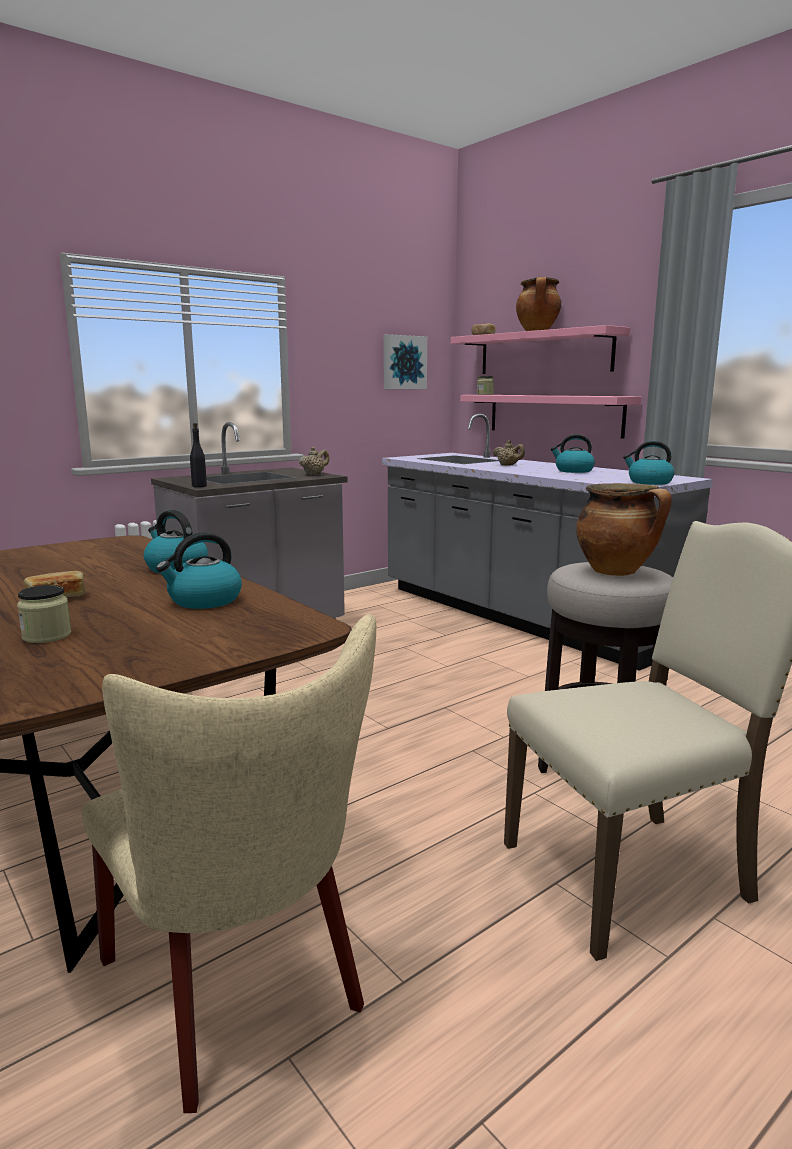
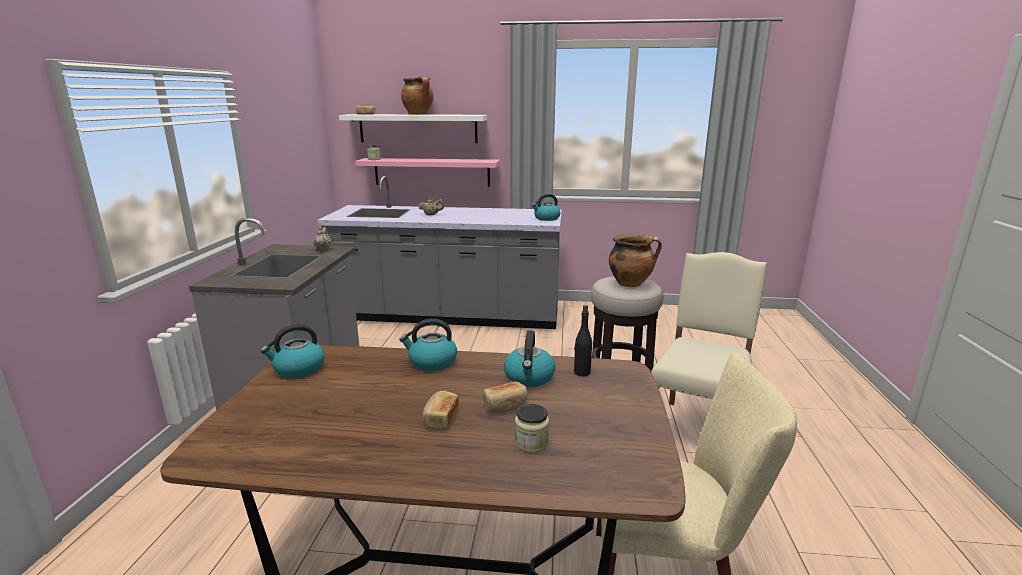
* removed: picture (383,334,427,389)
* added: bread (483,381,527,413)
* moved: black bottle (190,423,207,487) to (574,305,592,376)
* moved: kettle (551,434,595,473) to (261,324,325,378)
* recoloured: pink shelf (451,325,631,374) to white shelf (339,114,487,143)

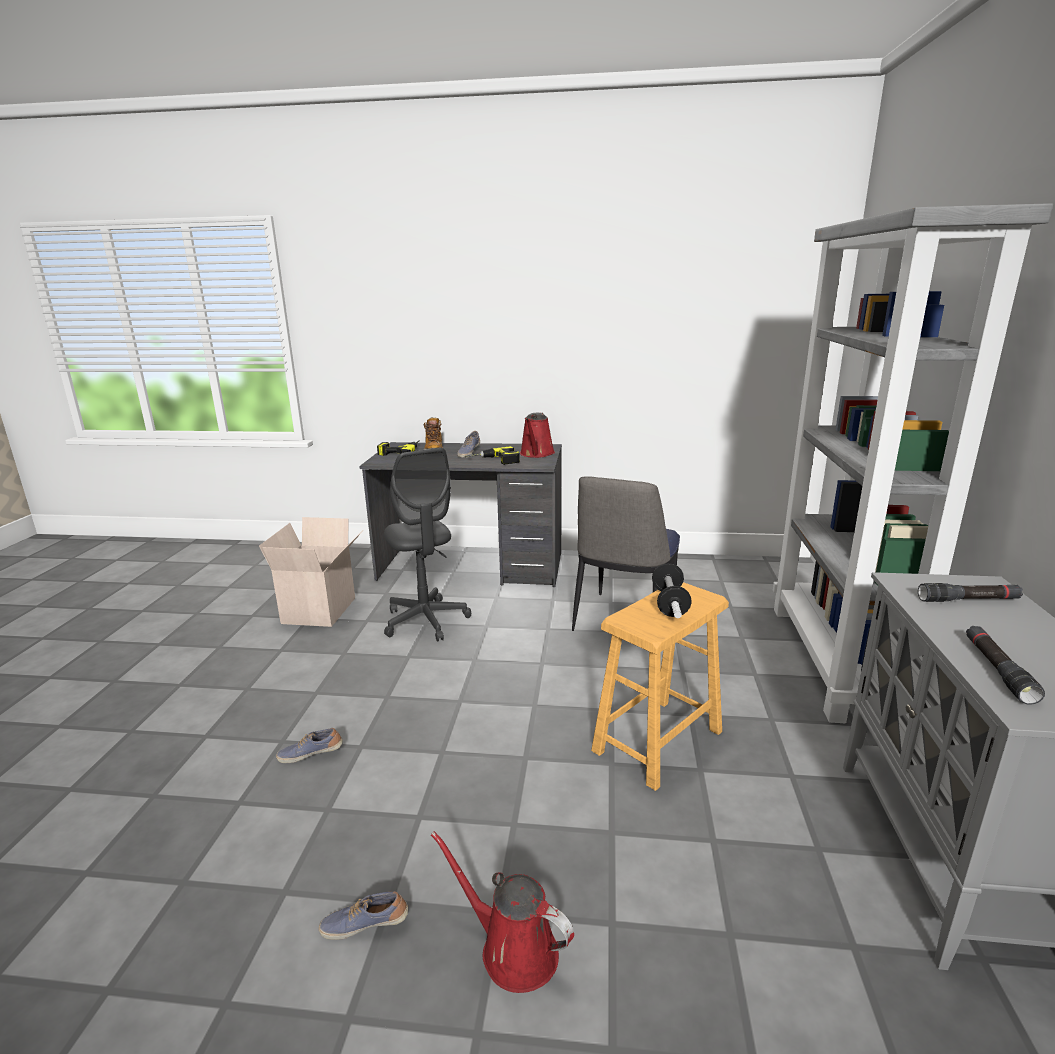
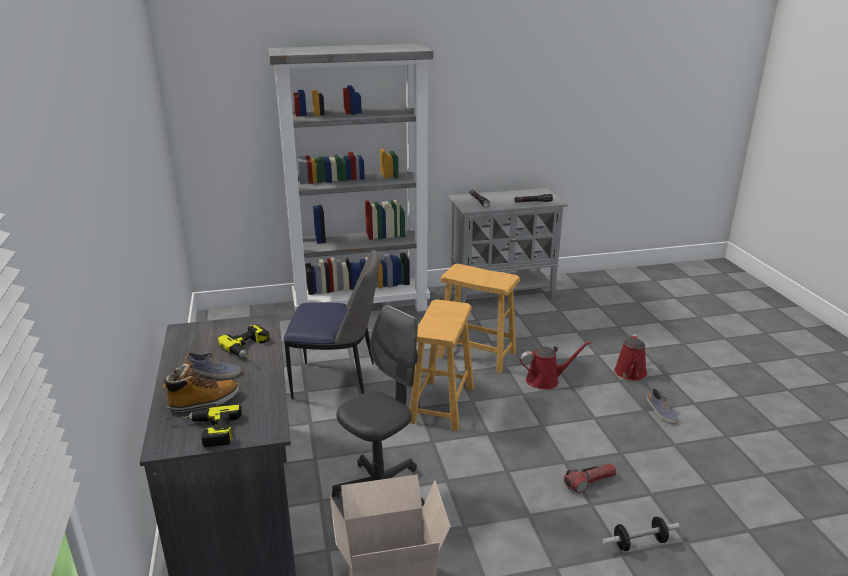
* added: brown stool (410,299,474,431)
* moved: red watering can (520,412,555,458) to (520,341,591,390)
* moved: dumbbell (652,563,692,618) to (602,517,679,551)
* replaced: shoe (276,728,343,763) to flashlight (564,463,616,493)

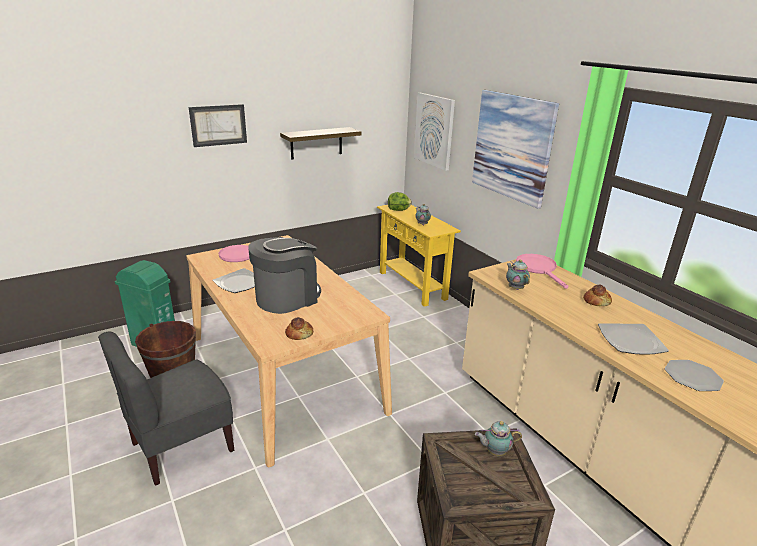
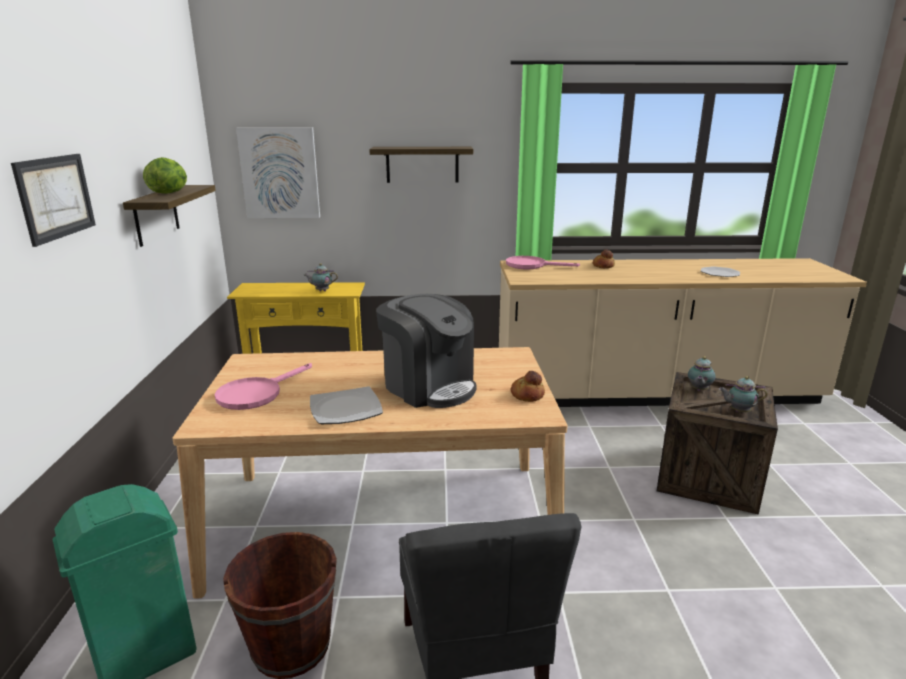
* removed: plate (598,324,669,355)
* moved: lettuce (388,192,412,211) to (143,157,187,194)
* moved: teapot (506,260,530,290) to (719,376,768,412)
* replaced: picture (472,90,559,209) to shelf (369,147,473,183)
* turned: coffee machine (248,237,321,314) = (376,294,477,408) 150 degrees clockwise

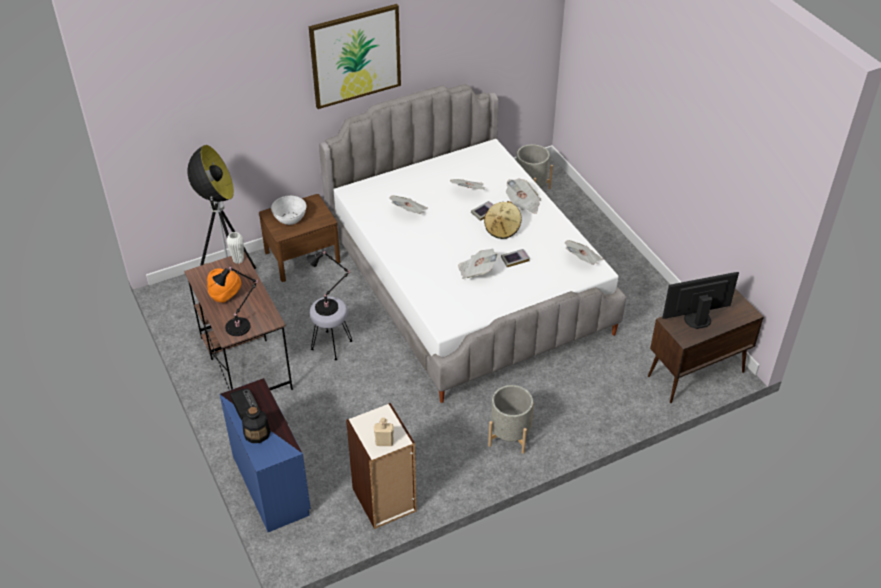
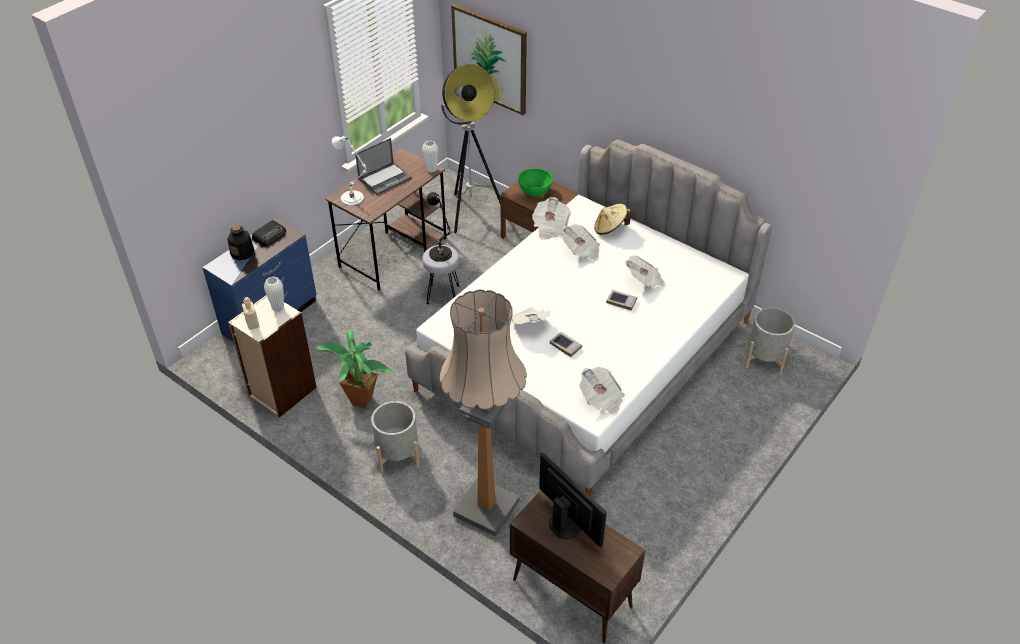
* added: white vase (264,277,284,312)
* added: potted plant (316,330,394,408)
* added: floor lamp (439,289,527,537)
* moved: picture (309,4,401,109) to (451,4,527,115)
* moved: beige hat (484,201,521,239) to (594,204,631,235)
* moved: newspaper (506,179,541,214) to (532,197,571,240)
* replaced: orange hat (207,268,241,303) to laptop (355,138,412,195)
* recoloured: black table lamp (212,266,258,336) to white table lamp (332,136,369,206)
* recoloured: white bowl (271,196,307,225) to green bowl (518,168,553,197)

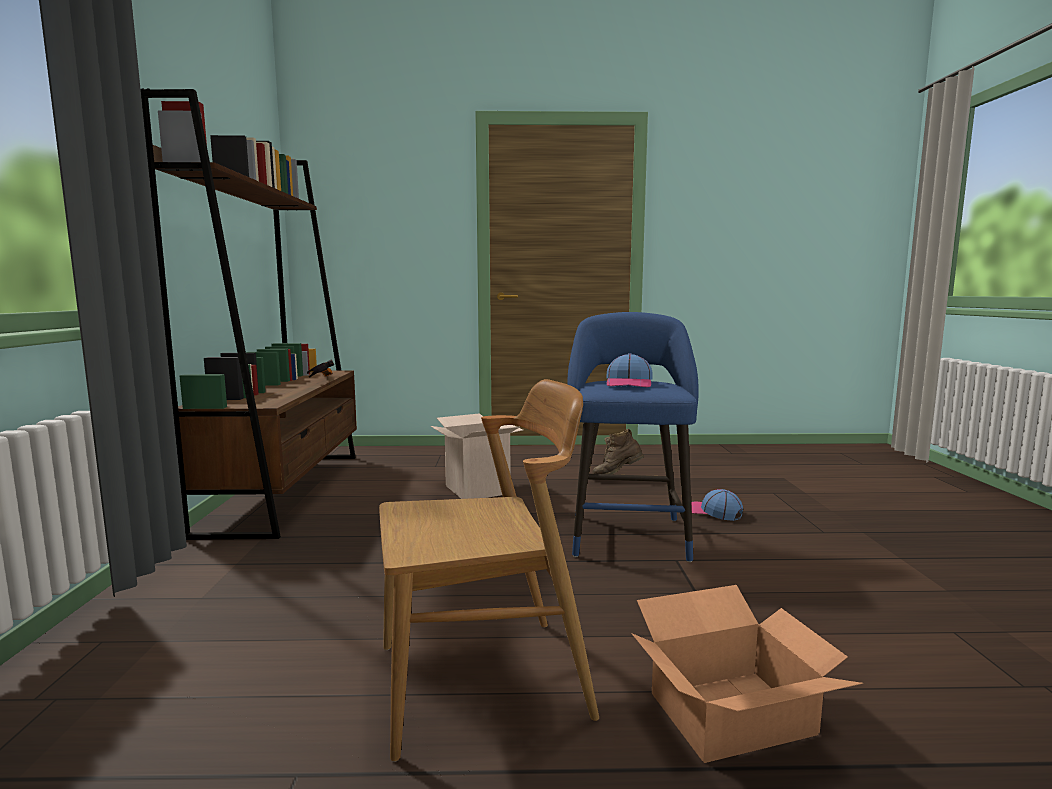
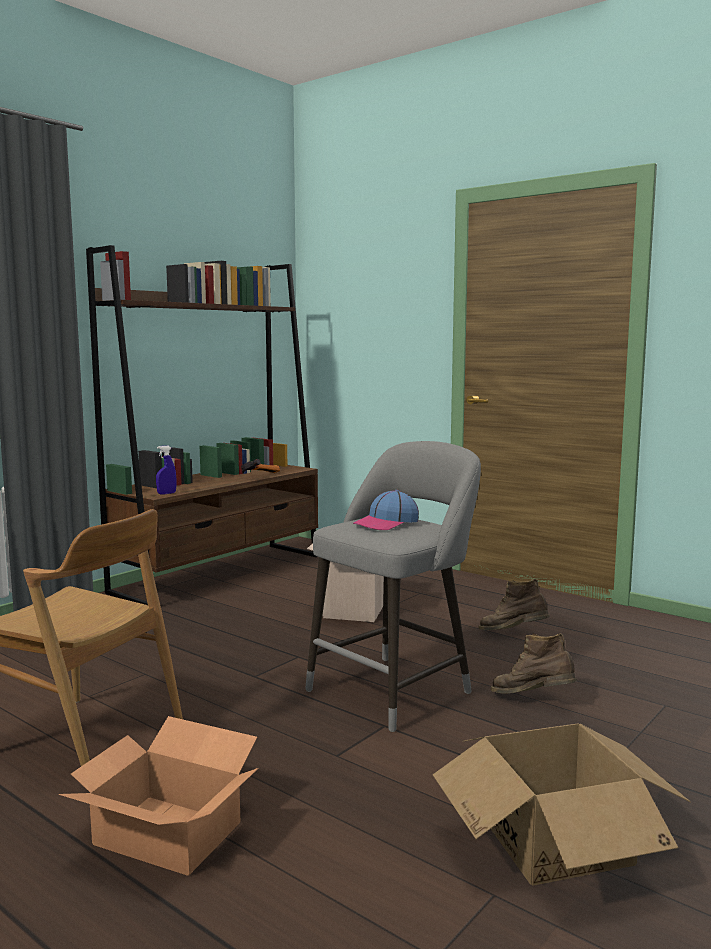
* added: blue spray bottle (156,446,176,495)
* added: cardboard box (433,723,691,886)
* replaced: cap (691,489,743,521) to brown boot (491,633,577,694)
* recoloured: blue stool (567,312,699,562) to grey stool (305,441,481,732)

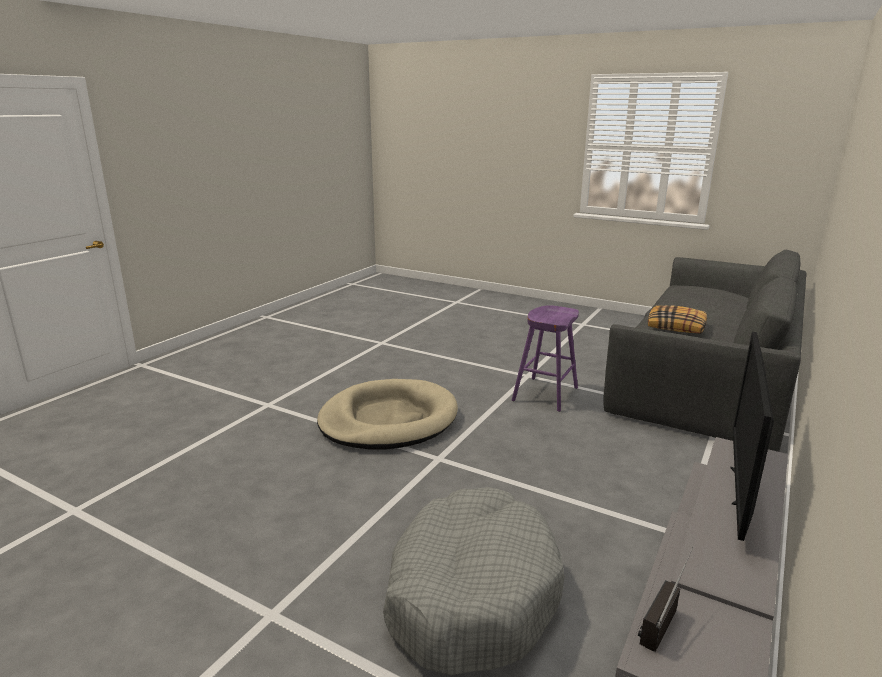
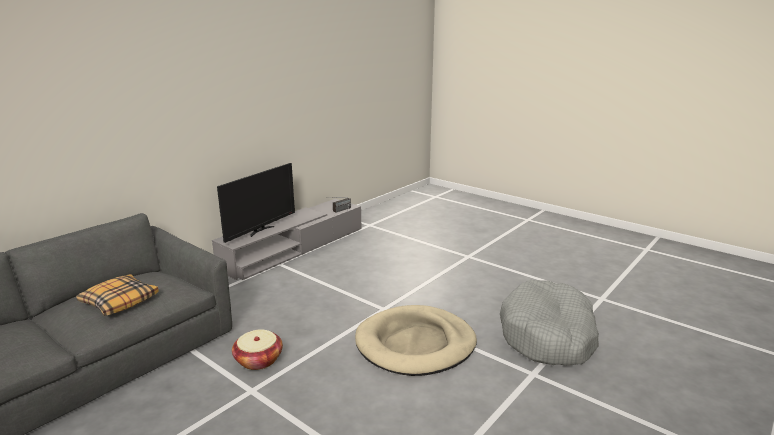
* moved: grey dog bed (383,487,565,675) to (500,280,599,366)
* replaced: purple stool (512,305,579,412) to basket (232,329,283,370)

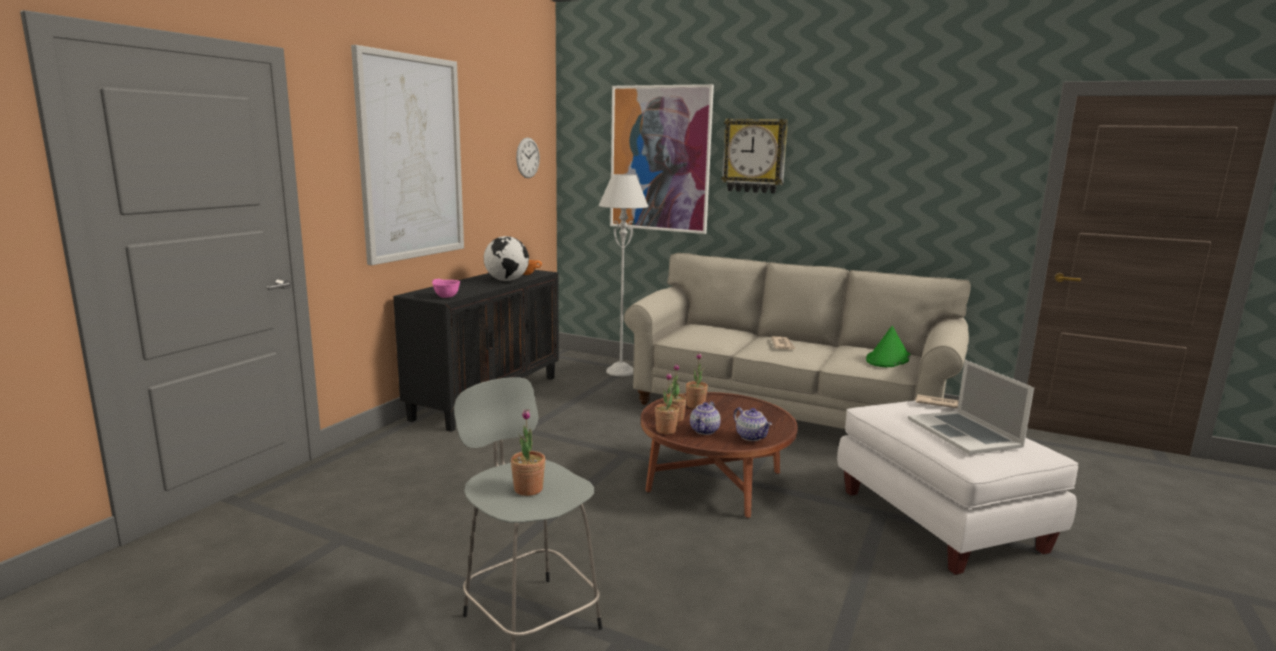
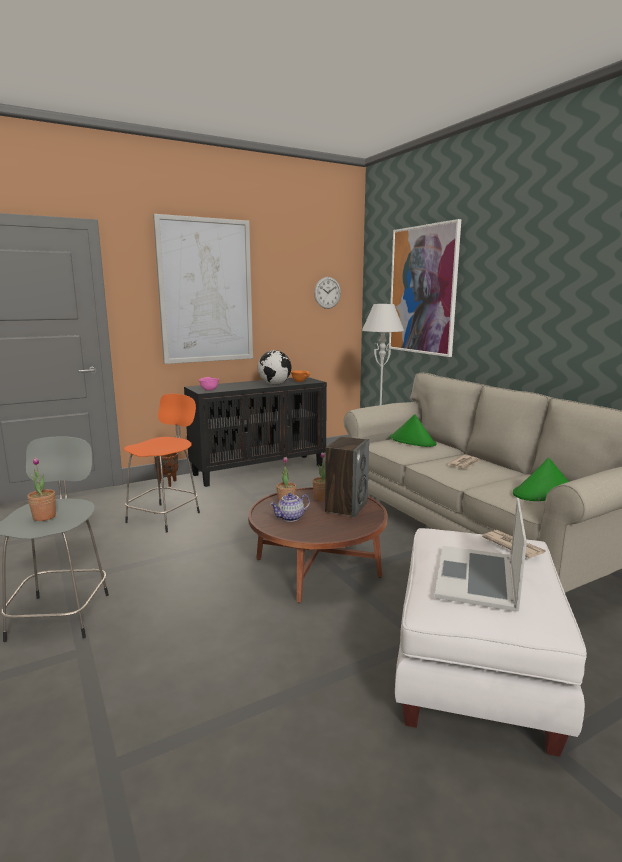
* removed: potted plant (655,372,679,434)
* removed: wall clock (721,118,788,193)
* removed: teapot (734,407,772,441)
* added: orange stool (124,394,200,533)
* added: brown planter (154,453,178,487)
* added: speaker (325,437,369,518)
* added: green hat (389,414,436,447)

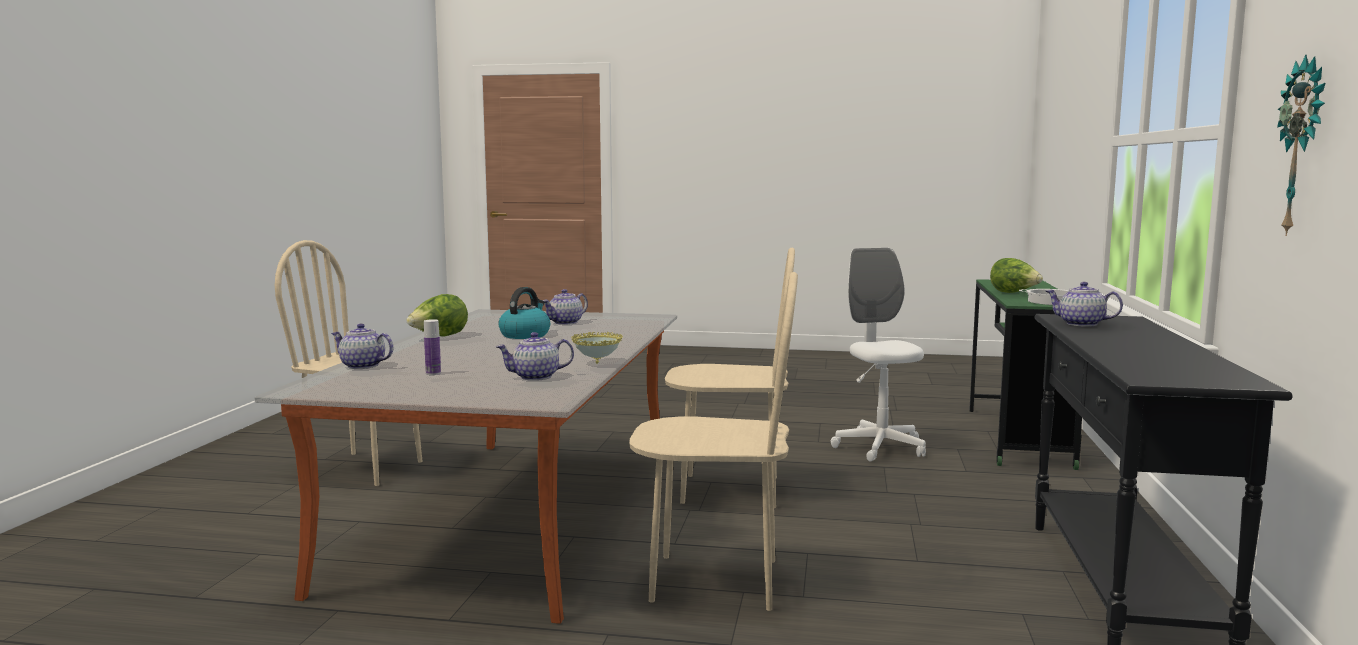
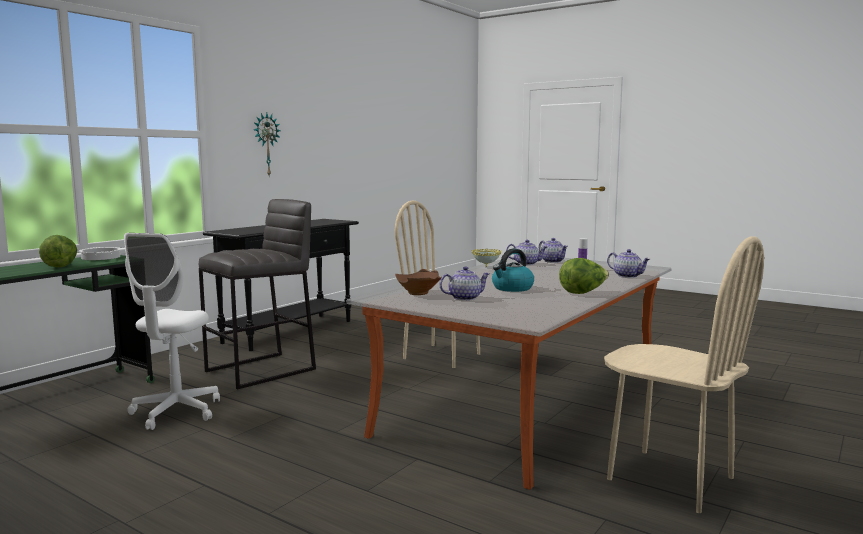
* removed: beige chair (665,248,795,508)
* added: grey stool (199,199,316,389)
* added: brown bowl (395,269,442,295)
* moved: teapot (1046,282,1123,327) to (539,238,568,263)

